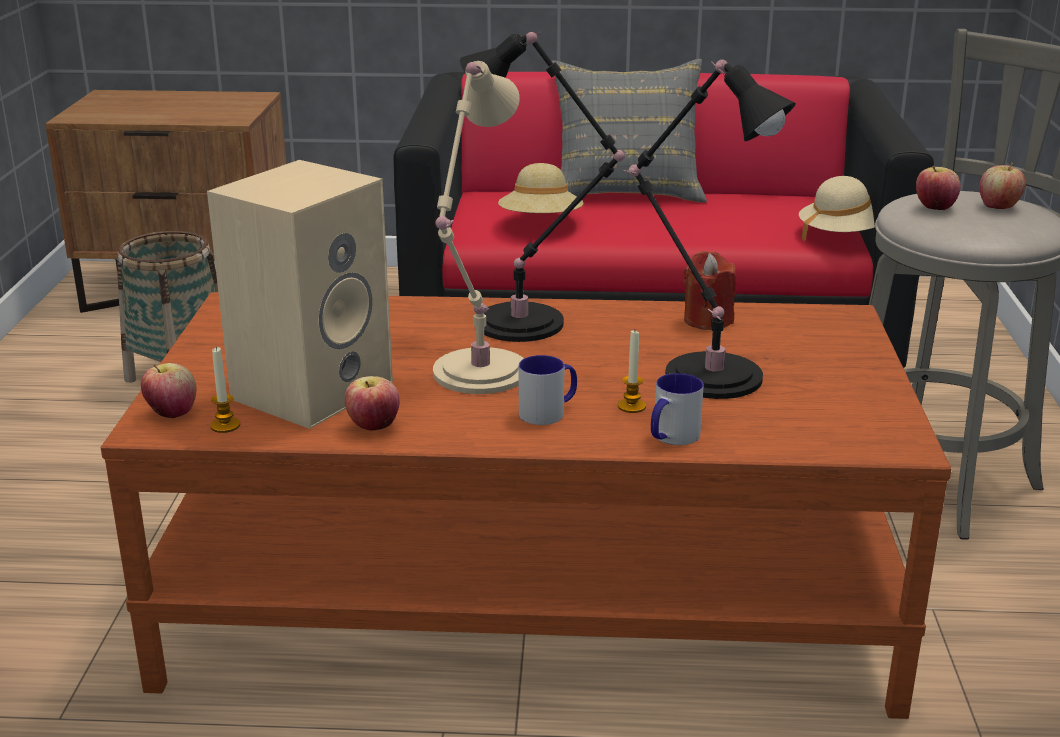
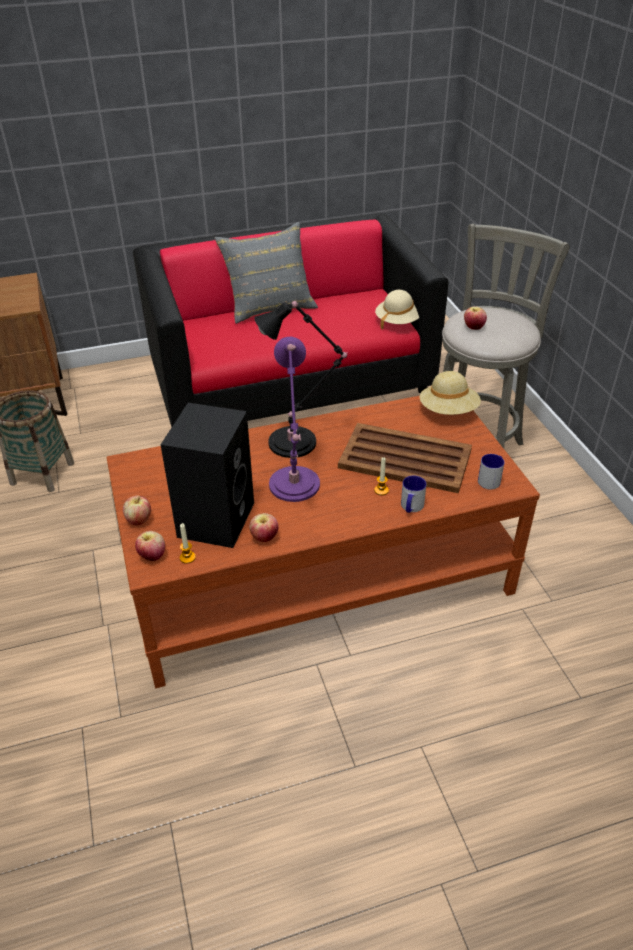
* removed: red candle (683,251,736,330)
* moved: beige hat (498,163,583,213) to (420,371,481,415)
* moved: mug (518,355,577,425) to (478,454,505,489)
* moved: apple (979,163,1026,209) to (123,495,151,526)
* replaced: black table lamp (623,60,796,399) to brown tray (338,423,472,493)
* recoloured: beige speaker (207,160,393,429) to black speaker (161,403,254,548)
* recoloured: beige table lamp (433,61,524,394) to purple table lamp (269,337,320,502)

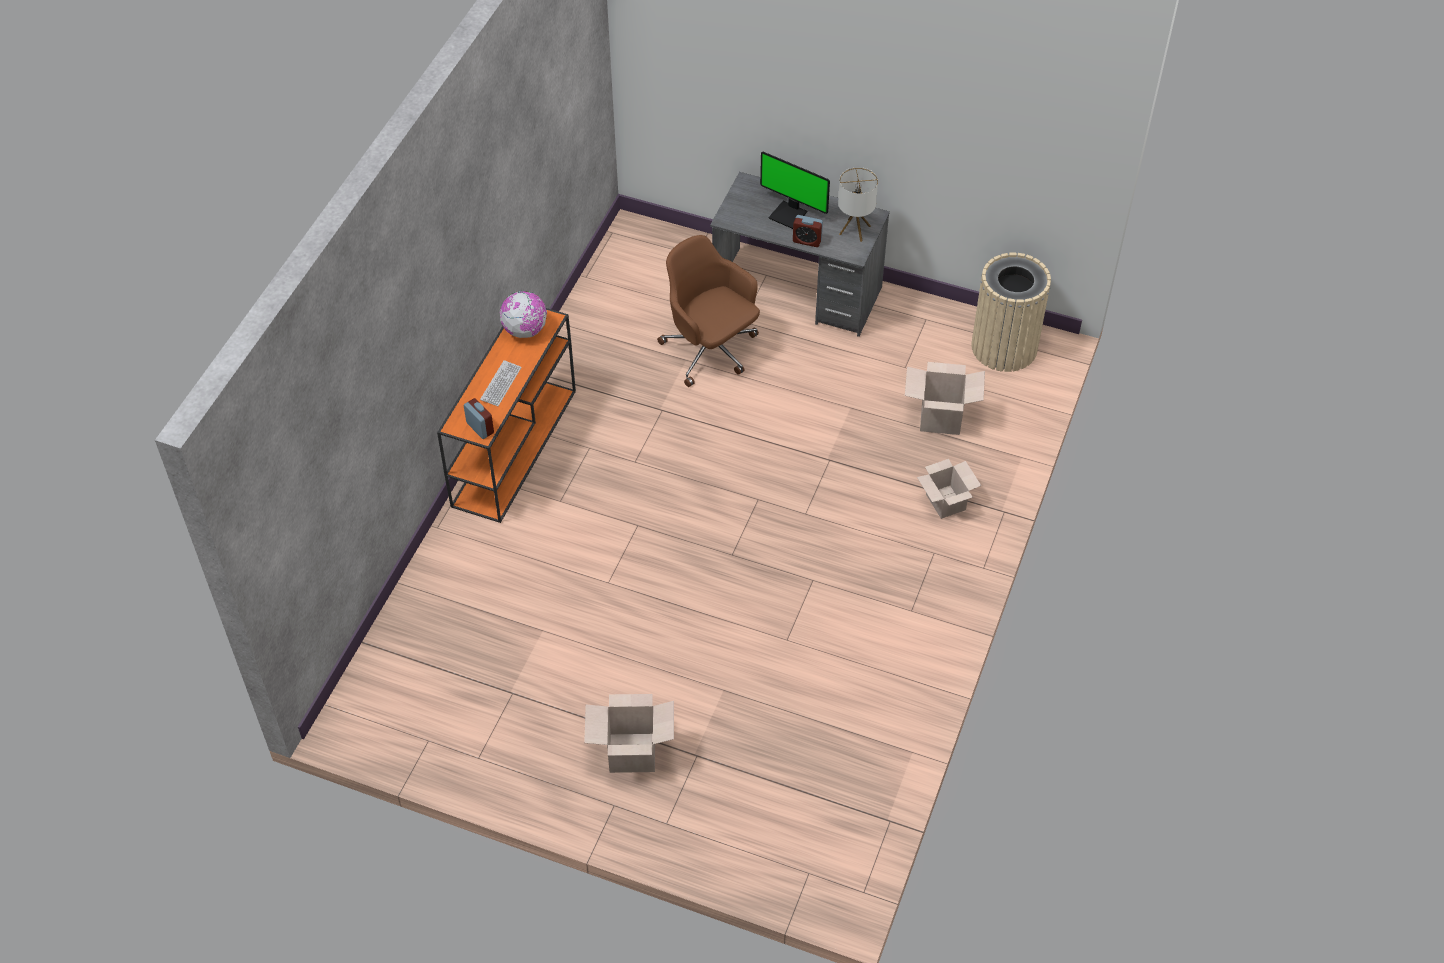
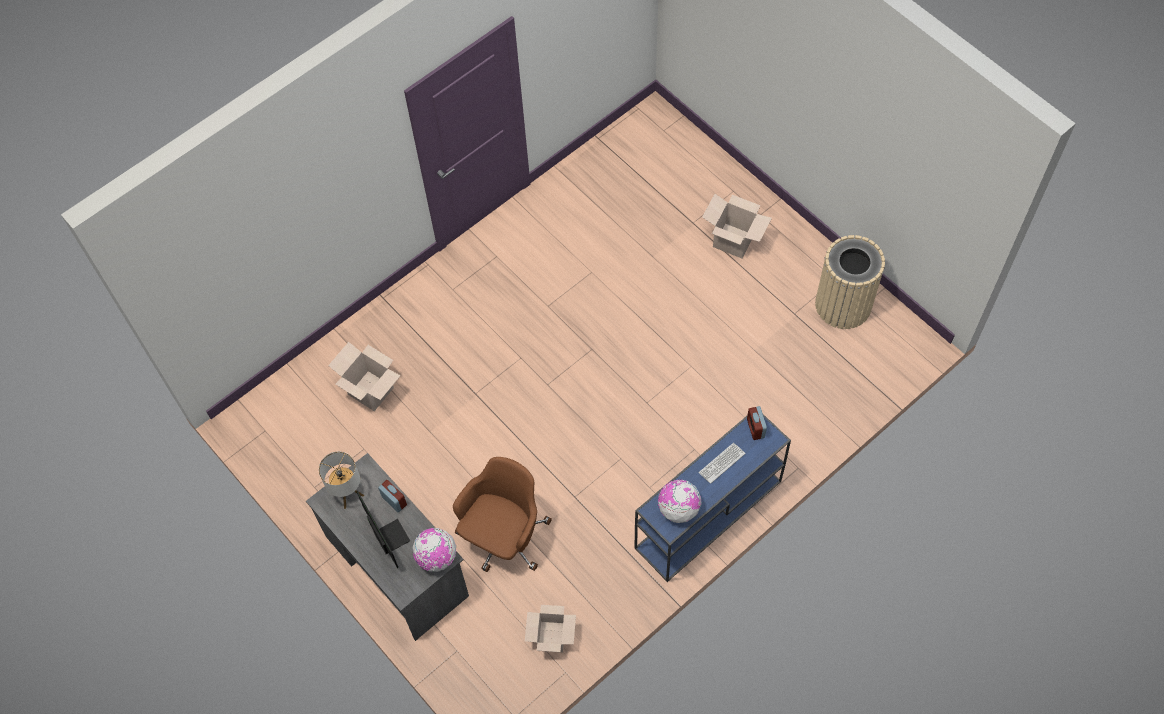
* added: globe (412,528,456,572)
* moved: cardboard box (917,459,981,519) to (525,605,576,652)
* moved: beige trash can (971,253,1051,372) to (815,235,885,329)
* recoloured: orange console table (437,308,576,523) to blue console table (635,414,791,582)
* turned: brown office chair (657,235,760,387) = (453,457,552,572) 135 degrees counterclockwise

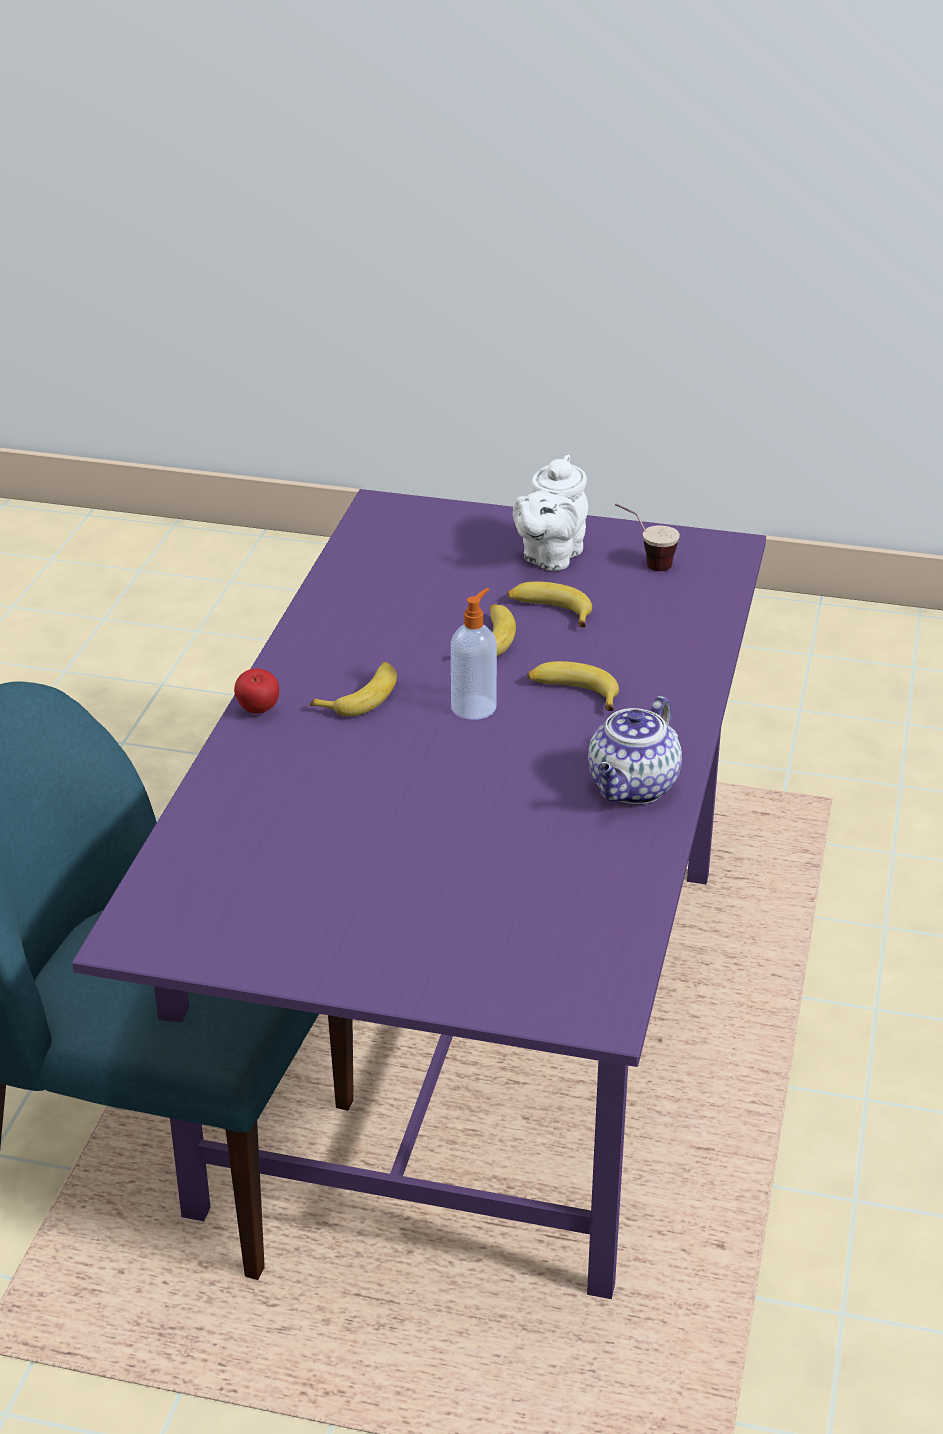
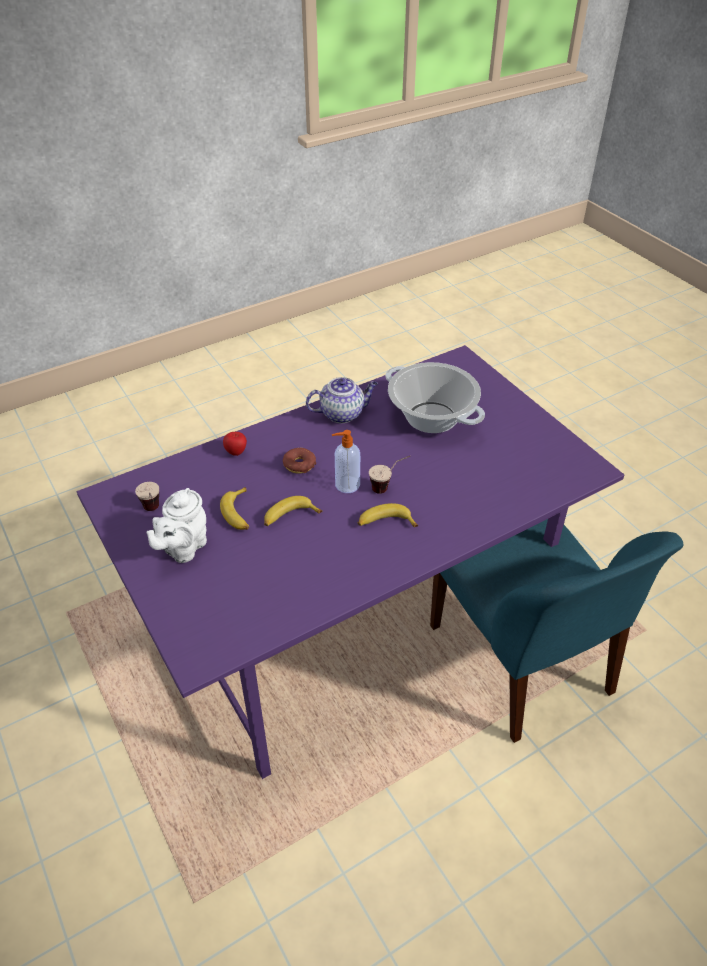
* added: cup (369,456,410,494)
* added: cooking pot (385,362,485,433)
* moved: apple (234,669,279,714) to (223,432,247,456)
* replaced: banana (527,661,619,711) to donut (283,448,316,474)
* turned: white teapot (513,454,588,571) = (146,488,207,563) 135 degrees clockwise

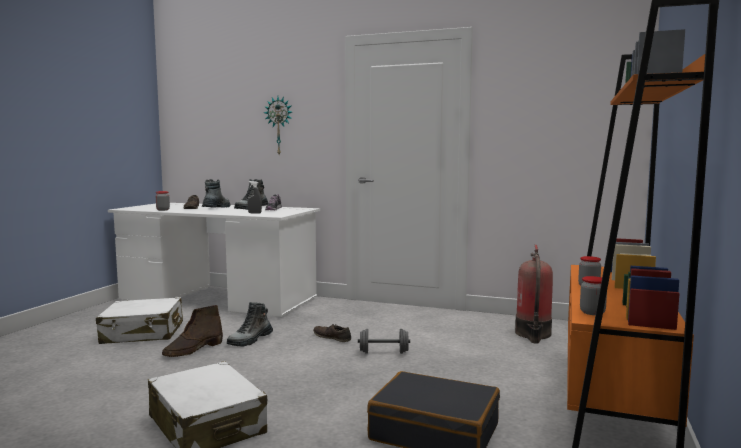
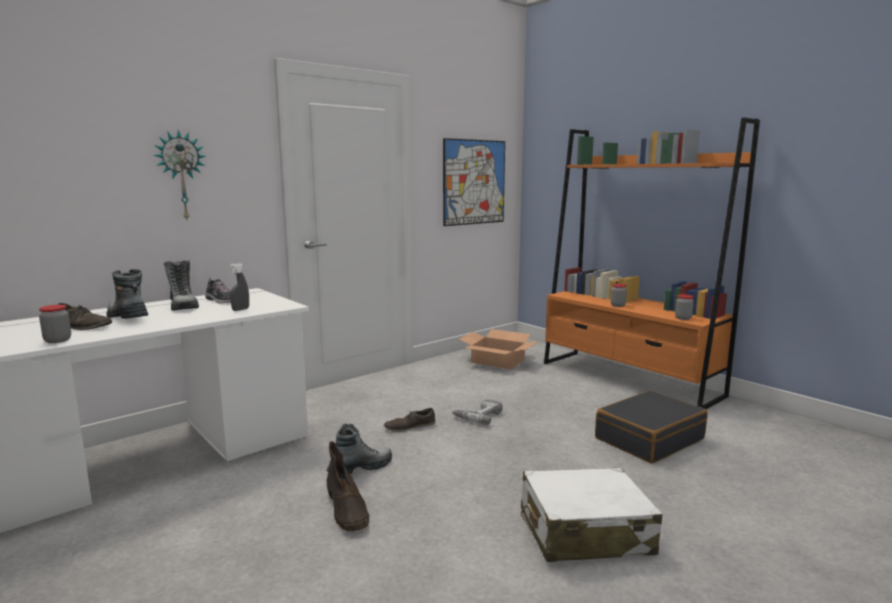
* removed: white suitcase (96,297,183,344)
* added: picture (443,138,505,226)
* replaced: grey dumbbell (358,329,410,354) to power drill (452,399,503,425)
* replaced: fire extinguisher (515,245,553,344) to cardboard box (459,329,538,370)
* turned: boot (227,302,273,347) = (327,424,392,474) 105 degrees counterclockwise

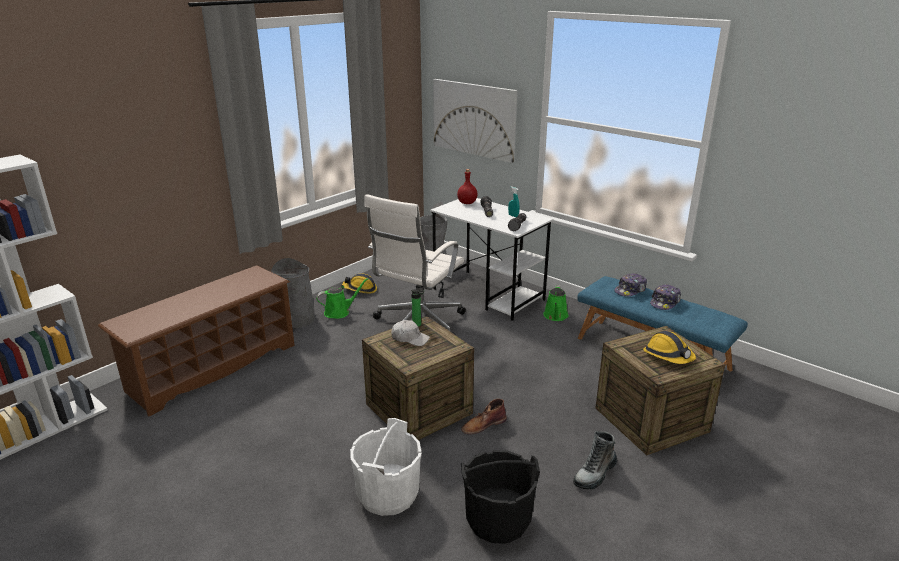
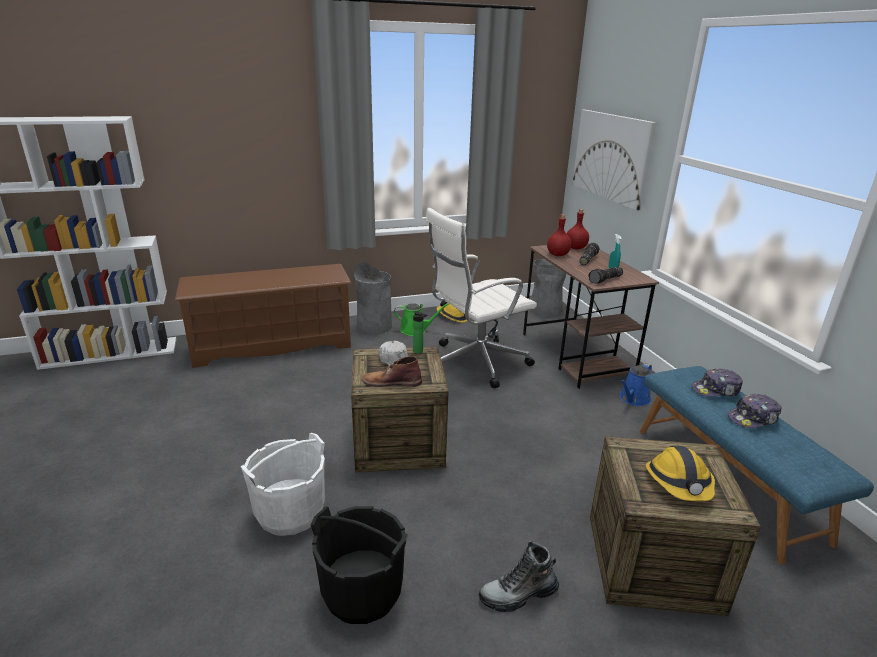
* added: red bottle (547,214,572,256)
* moved: brown boot (461,399,507,435) to (362,356,422,387)
* recoloured: white desk (430,198,553,321) to brown desk (523,243,659,389)
* recoloured: green watering can (543,285,569,321) to blue watering can (620,363,652,406)

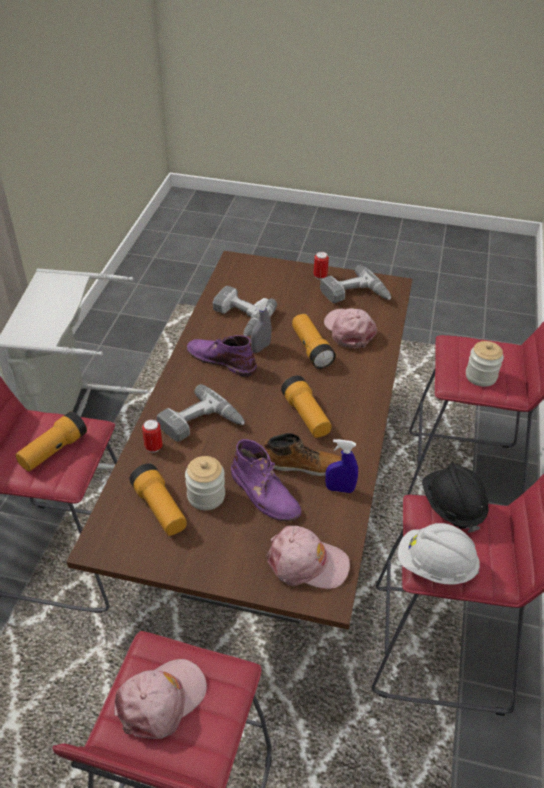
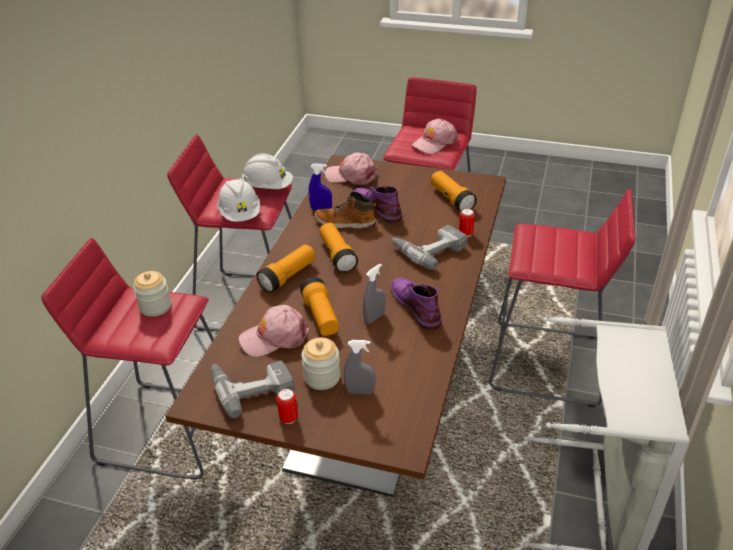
* removed: power drill (213,286,277,336)
* added: grey spray bottle (344,340,376,394)
* moved: flashlight (16,411,87,472) to (256,244,316,293)
* moved: jar (185,456,225,510) to (301,337,340,390)
* recoloured: black hard hat (422,463,489,533) to white hard hat (217,179,260,222)
* turned: purple boot (187,335,257,377) = (391,278,442,330) 150 degrees counterclockwise
* turned: pink cap (324,308,377,348) = (239,305,309,357) 90 degrees clockwise

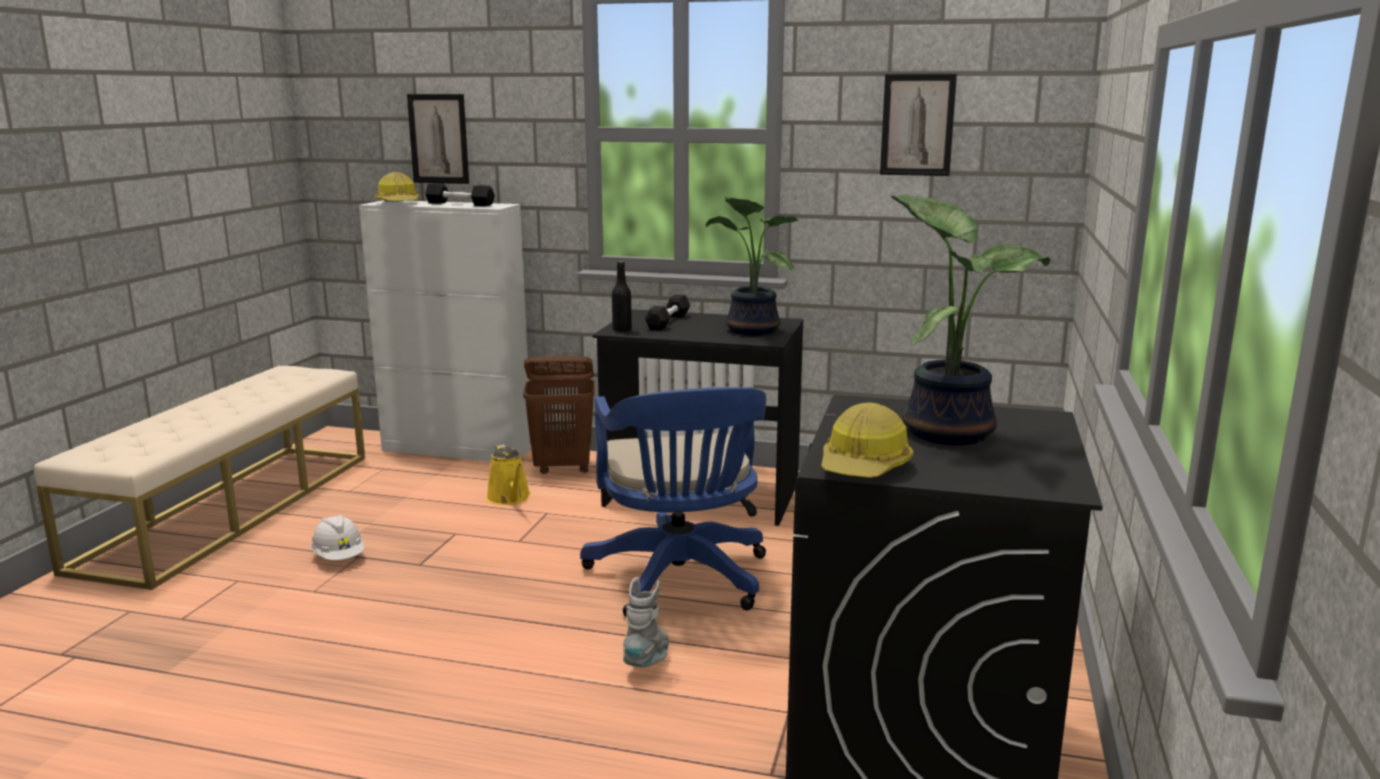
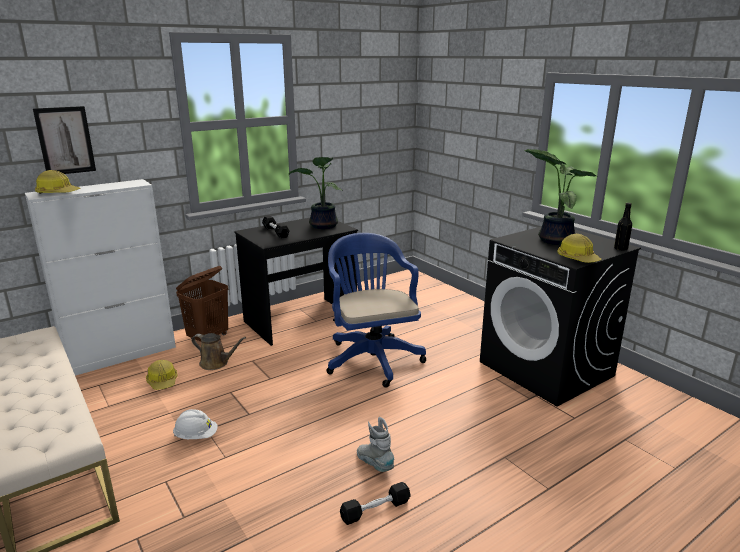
* removed: picture (880,74,957,176)
* added: hard hat (146,360,177,390)
* moved: black dumbbell (425,183,495,206) to (340,482,411,525)
* moved: black bottle (612,261,632,332) to (614,203,632,251)
* moved: grey boot (623,577,669,668) to (357,417,395,472)
* recoloured: yellow watering can (486,444,531,505) to brown watering can (192,333,246,370)
* turned: blue office chair (580,387,766,617) = (326,233,426,388) 135 degrees counterclockwise

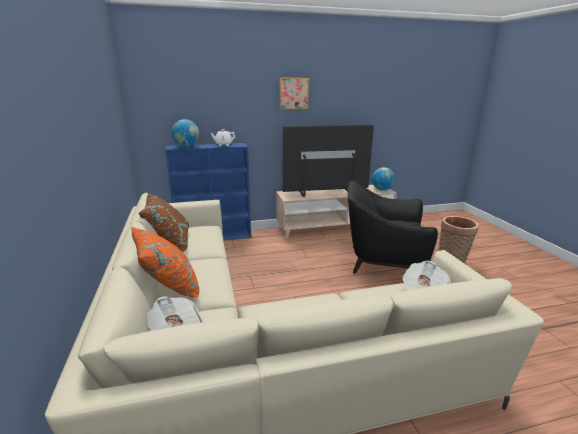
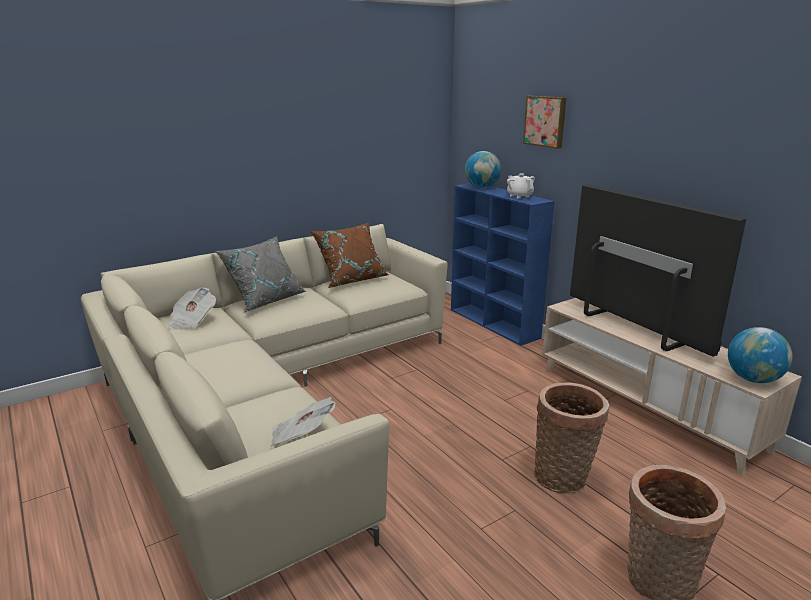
* moved: picture (279,78,309,110) to (523,95,566,149)
* replaced: black armchair (348,181,438,274) to basket (534,383,609,493)
* recoloured: orange pillow (131,227,199,298) to grey pillow (215,236,306,313)

